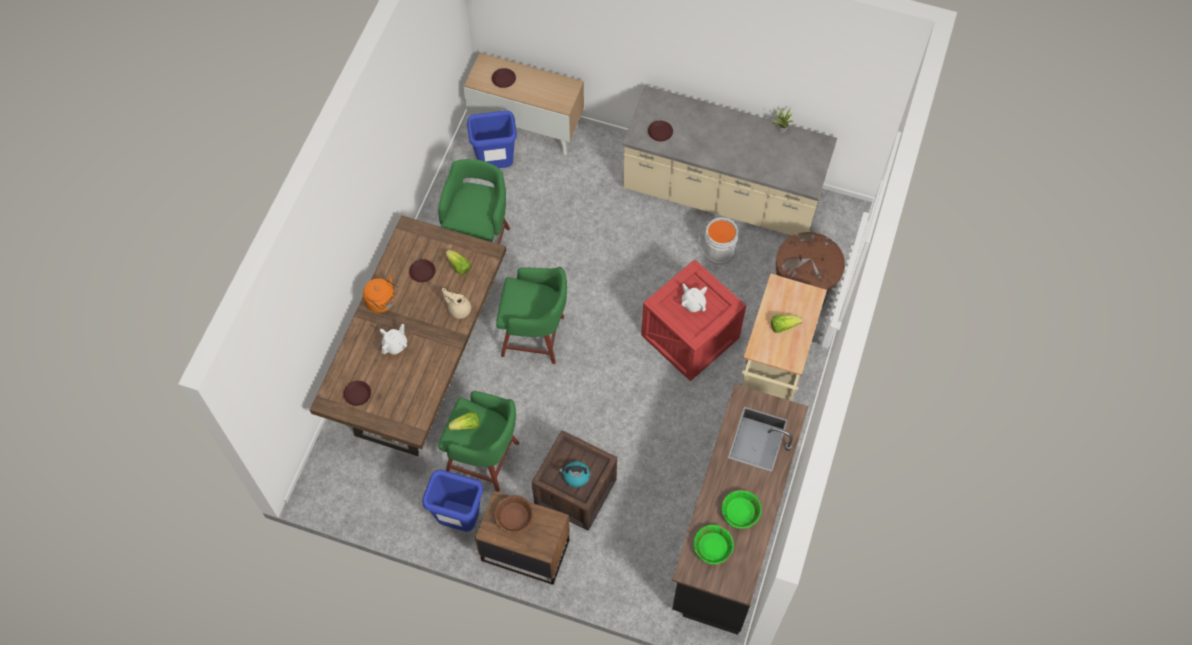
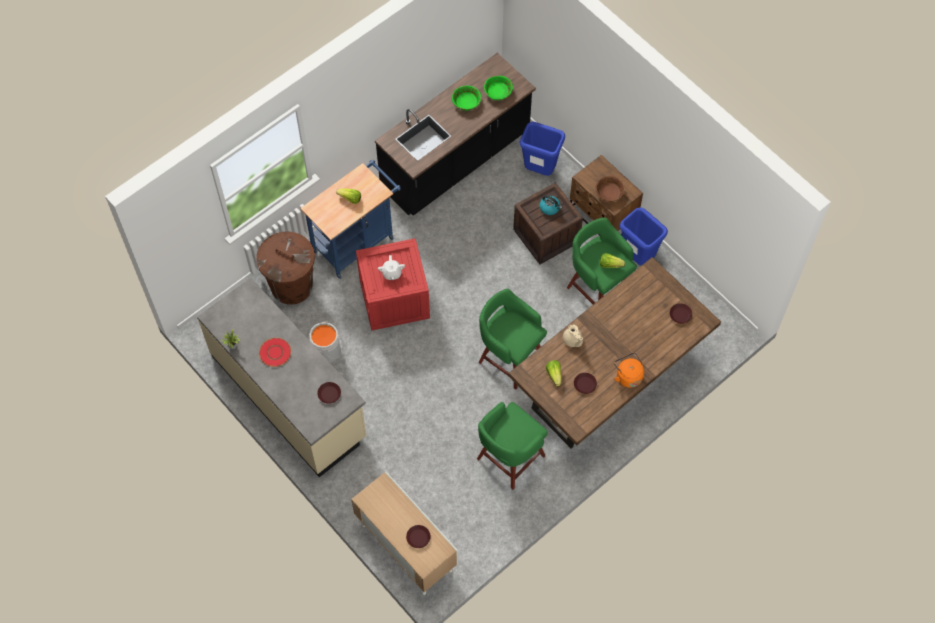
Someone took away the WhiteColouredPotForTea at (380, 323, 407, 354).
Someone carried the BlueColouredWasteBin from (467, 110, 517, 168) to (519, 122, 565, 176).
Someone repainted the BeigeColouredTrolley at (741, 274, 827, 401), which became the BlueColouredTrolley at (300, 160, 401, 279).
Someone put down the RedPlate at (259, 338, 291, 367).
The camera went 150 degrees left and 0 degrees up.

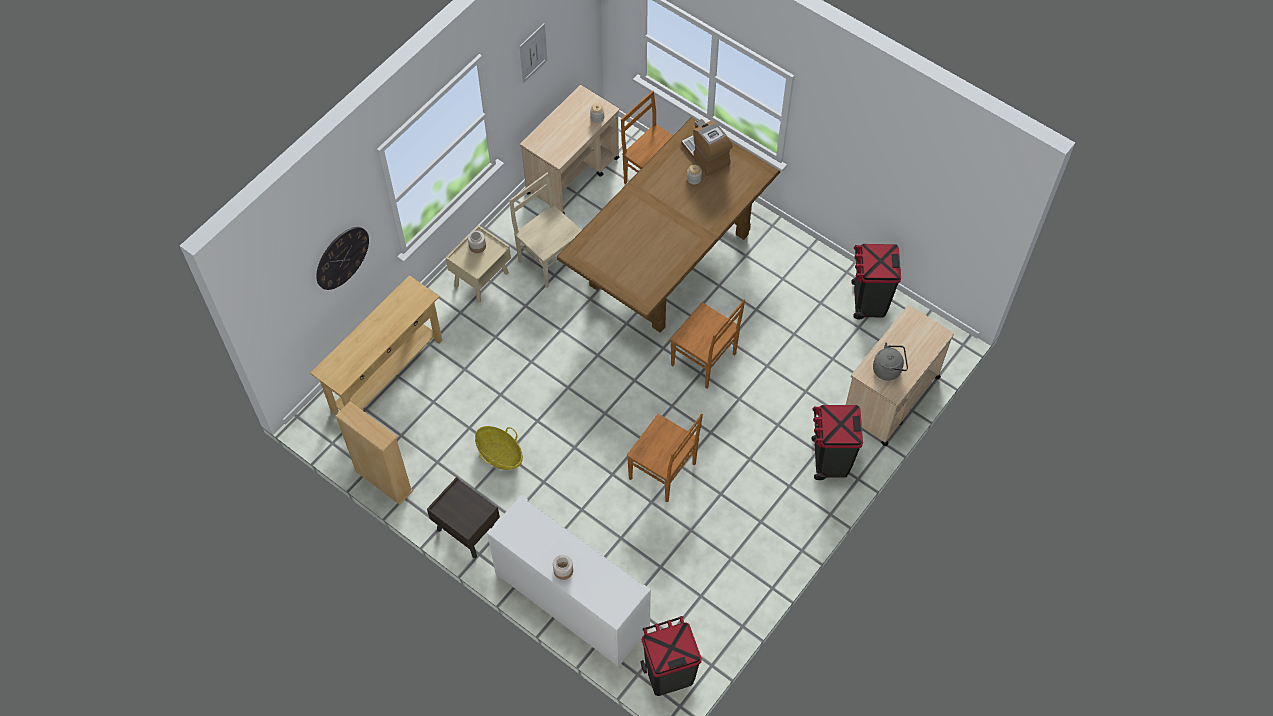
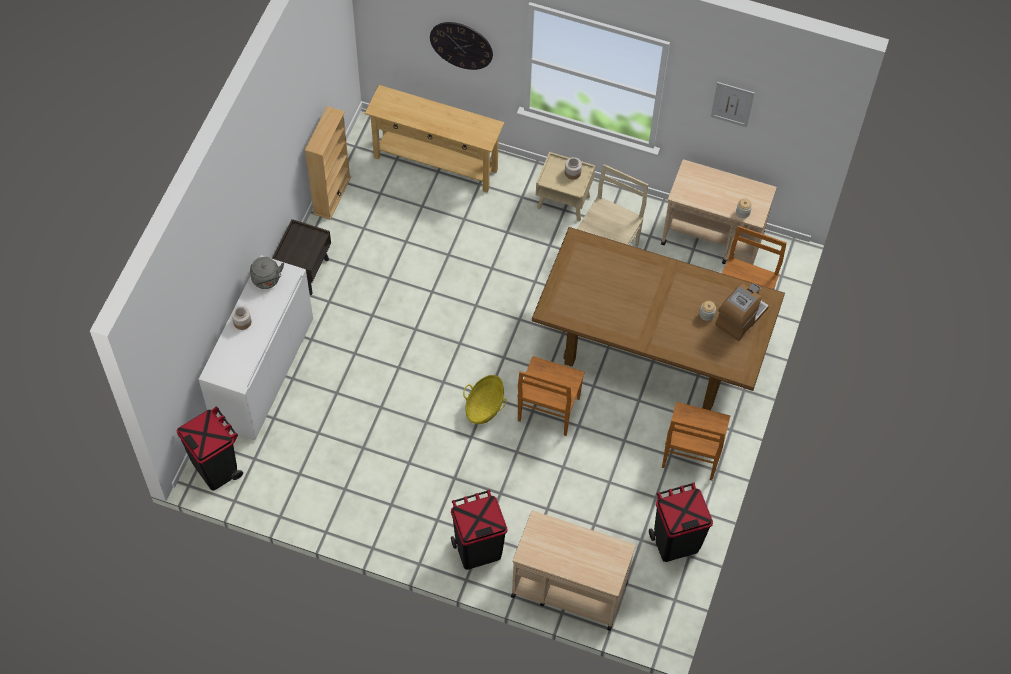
Someone carried the Basket from (475, 426, 523, 470) to (463, 375, 507, 424).
Someone carried the BrownPlainChair from (627, 414, 703, 502) to (662, 402, 730, 481).
Someone carried the GrayWaterKettle from (873, 343, 908, 381) to (250, 257, 284, 289).
The camera went 70 degrees right and 0 degrees up.

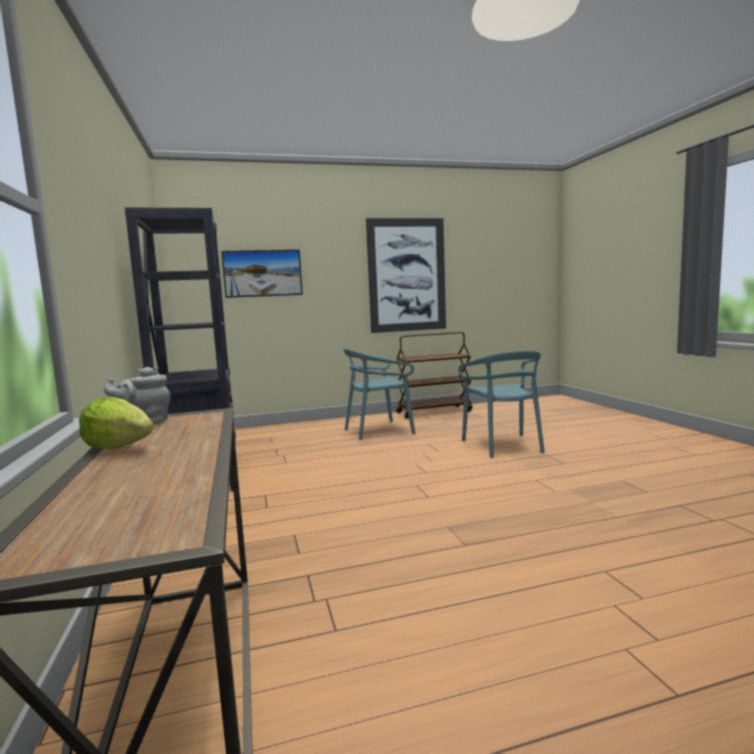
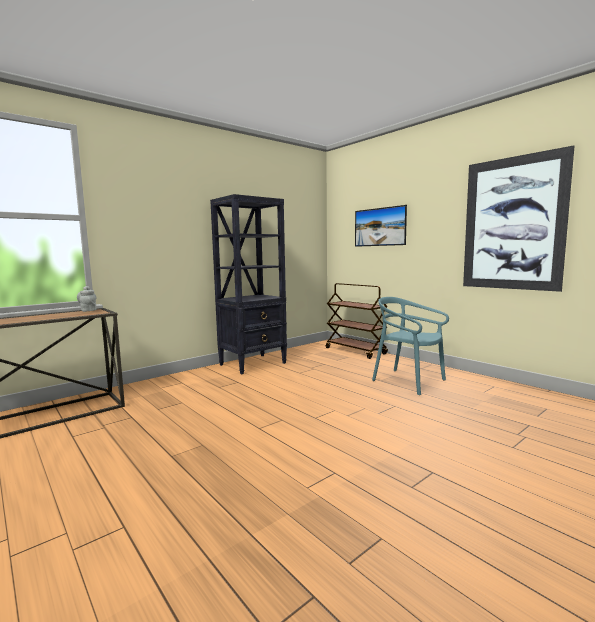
Someone took away the LettuceHead at (79, 397, 154, 449).
Someone carried the BrownTrolley from (396, 332, 472, 419) to (326, 283, 388, 359).
Someone took away the TurquoisePlainChair at (458, 351, 545, 458).
The camera went 65 degrees right and 0 degrees up.

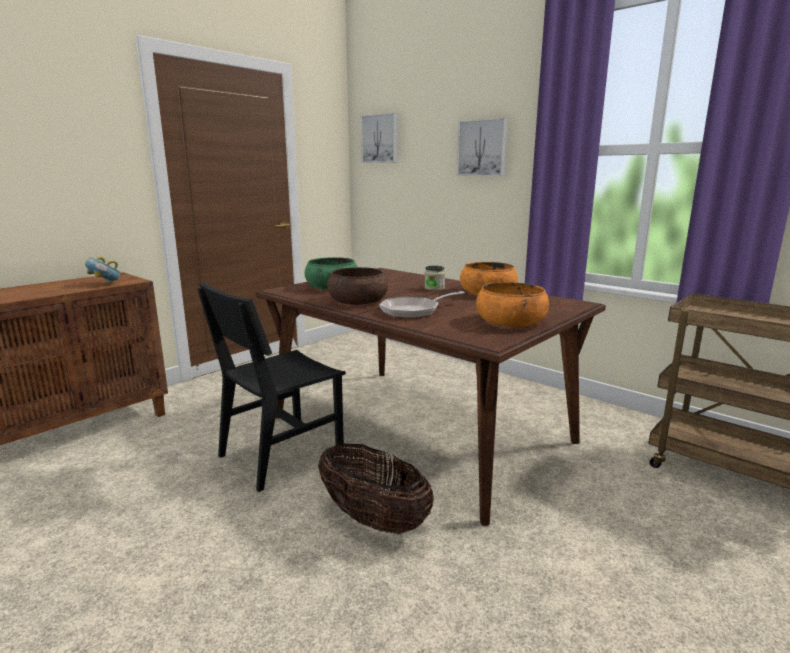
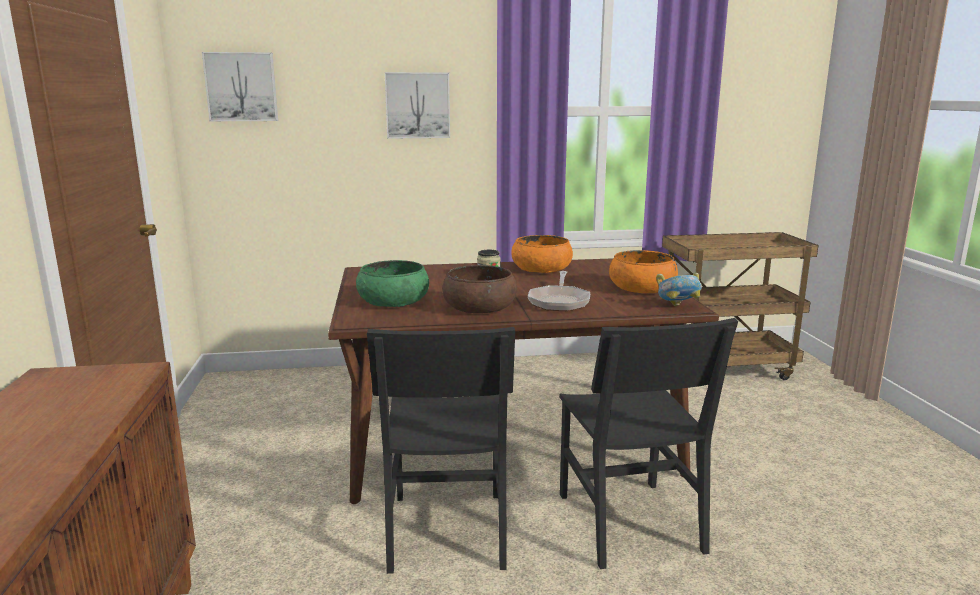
Someone carried the Bowl from (85, 256, 121, 284) to (656, 273, 702, 306).
Someone swapped the Basket at (318, 444, 434, 534) for the BlackColouredPlainChair at (559, 318, 738, 569).
The camera went 50 degrees left and 0 degrees up.

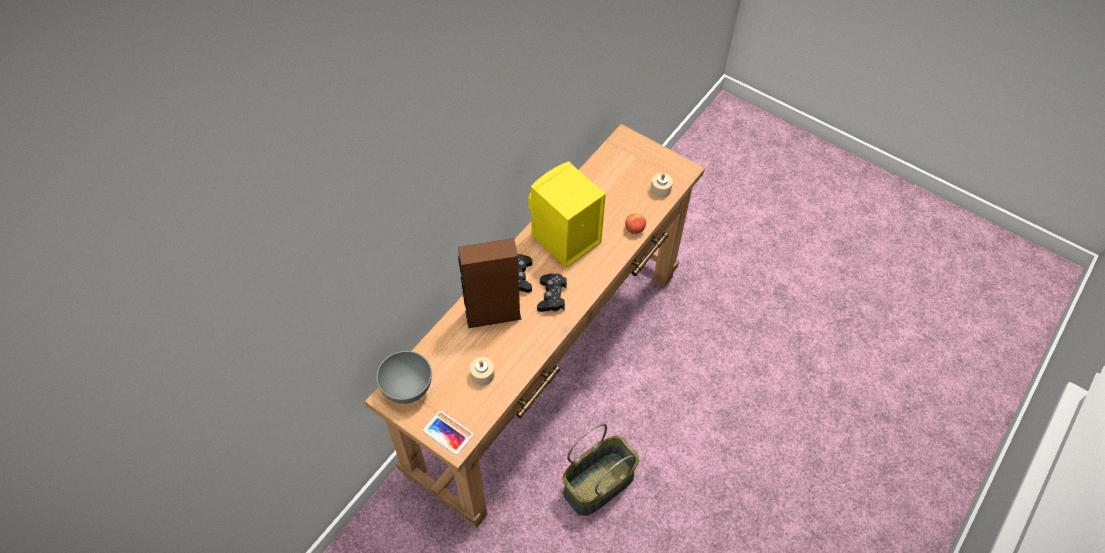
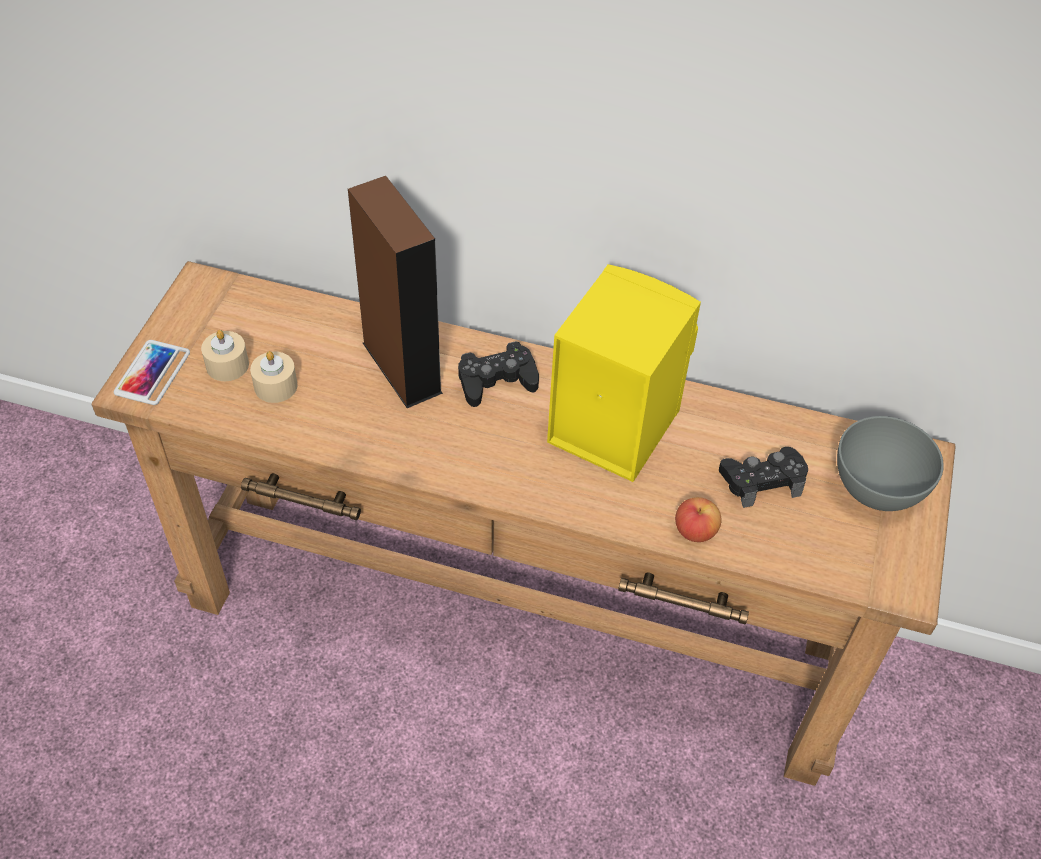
Someone carried the GrayBowl from (376, 351, 432, 404) to (837, 416, 944, 511).
Someone carried the BlackColouredGameController from (537, 273, 567, 312) to (719, 447, 808, 508).
Someone took away the Basket at (562, 423, 639, 516).
Someone carried the BeigeColouredWaxLight from (650, 173, 673, 198) to (201, 330, 249, 381).
The camera went 70 degrees right and 5 degrees down.

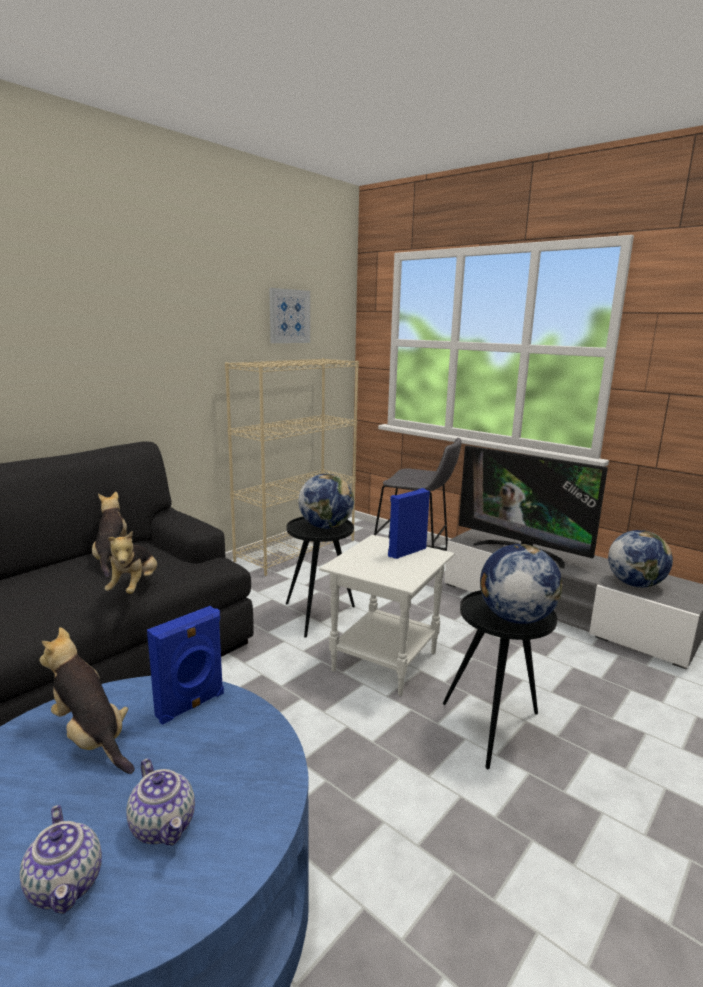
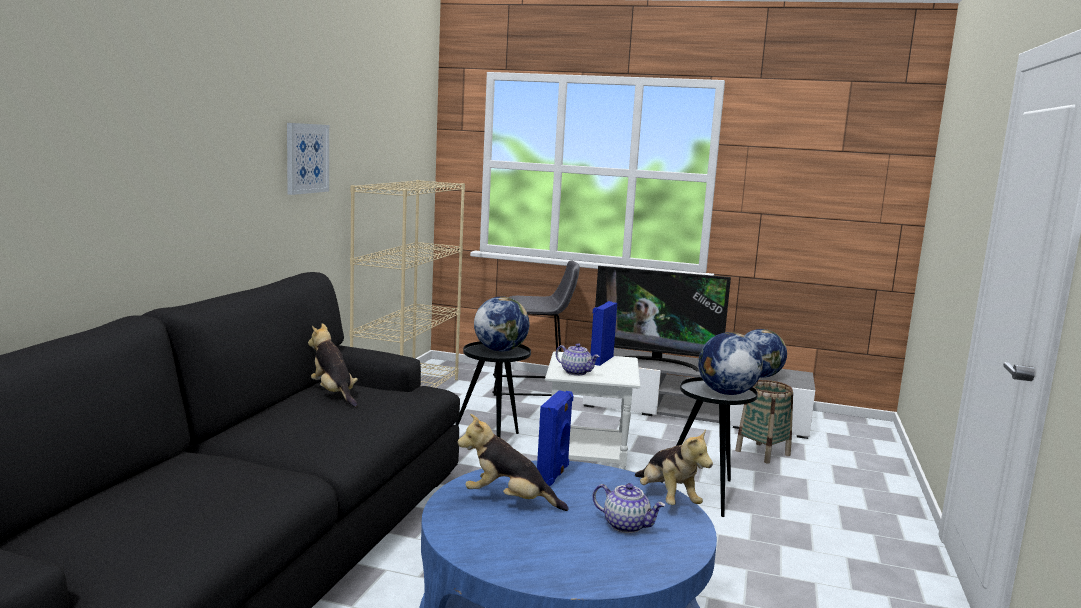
Someone carried the PotForTea from (20, 805, 102, 914) to (556, 343, 600, 376).
Someone carried the PlushToy from (105, 531, 157, 594) to (635, 429, 713, 505).
Someone carried the WallPicture from (269, 288, 310, 343) to (287, 123, 329, 195).
Someone put down the Basket at (735, 380, 793, 464).
The camera went 25 degrees left and 5 degrees down.

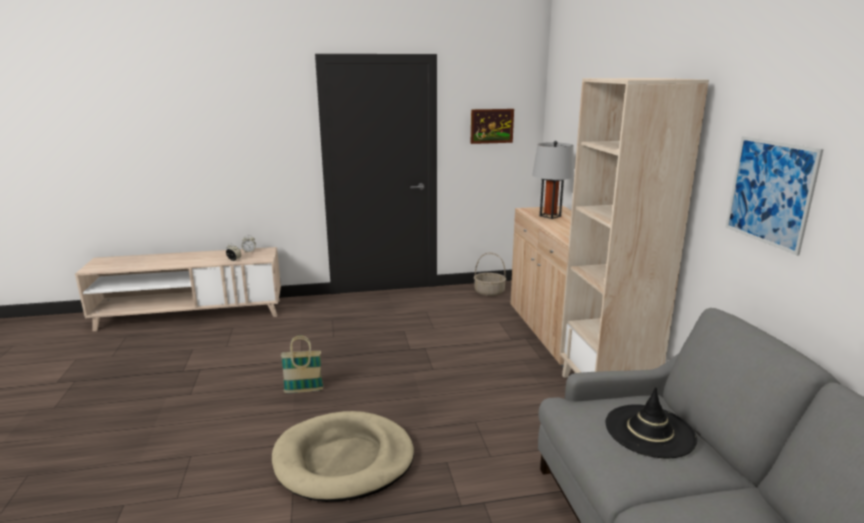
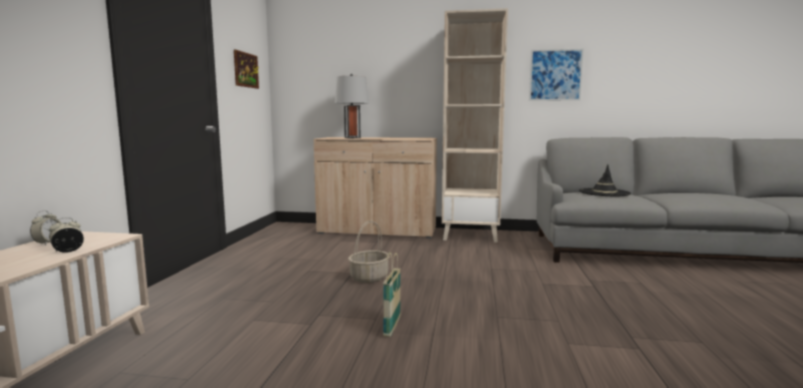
Someone took away the BeigeColouredDogBed at (272, 411, 414, 502).
Someone carried the Basket from (474, 252, 506, 296) to (348, 221, 390, 283).
The camera went 70 degrees left and 10 degrees down.

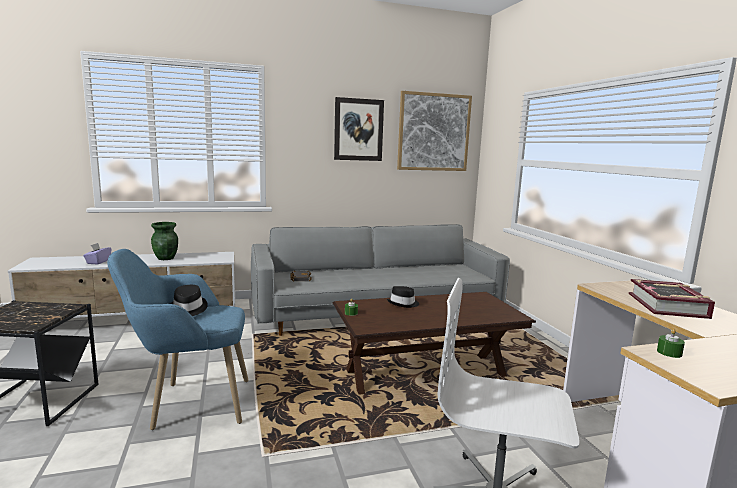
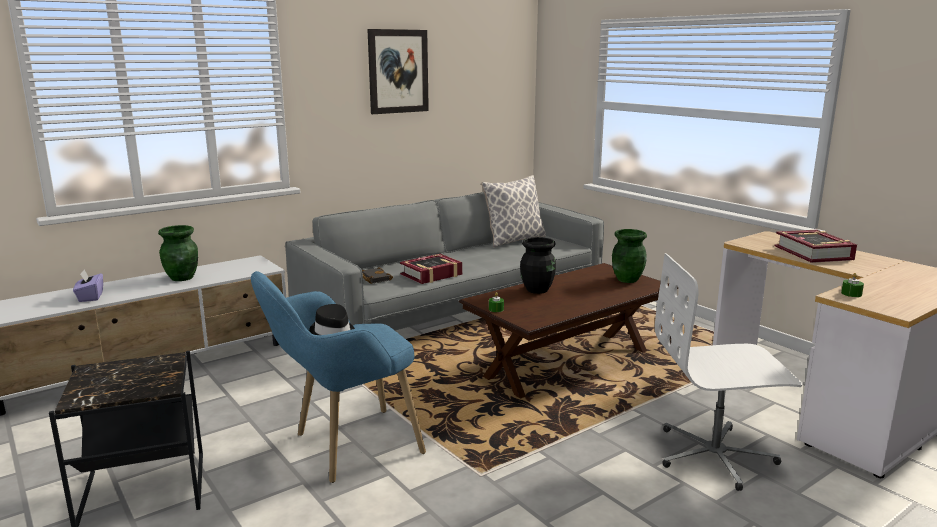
Someone swapped the BlackColouredClothingHat at (387, 286, 419, 308) for the BlackColouredVase at (520, 237, 556, 294).
Someone took away the WallPicture at (397, 91, 472, 171).
Someone put down the Volume at (400, 254, 462, 284).
Someone put down the Pillow at (481, 175, 546, 247).
Someone put down the GreenColouredVase at (612, 229, 647, 283).
The camera went 20 degrees left and 5 degrees up.

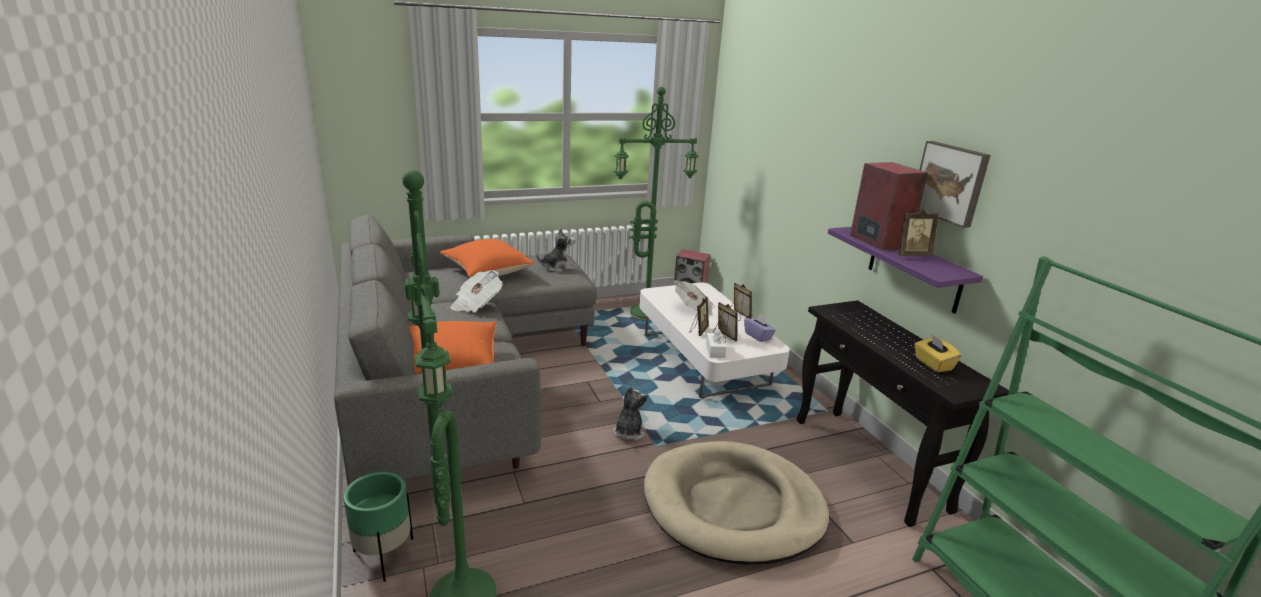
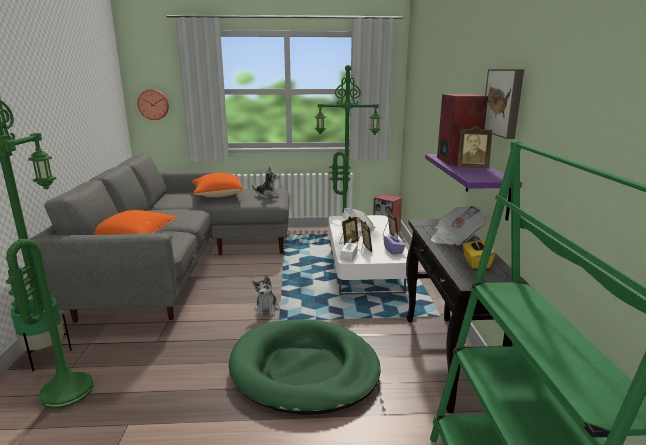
Someone carried the PrintedPaper from (450, 270, 503, 312) to (431, 206, 487, 245).
Someone rotated the PlushToy at (613, 386, 649, 441) by 150 degrees clockwise.
Someone repainted the BeigeColouredDogBed at (644, 441, 829, 565), which became the GreenColouredDogBed at (229, 319, 381, 415).
Someone put up the ClockOnTheWall at (137, 89, 169, 120).
The camera went 20 degrees right and 5 degrees down.

